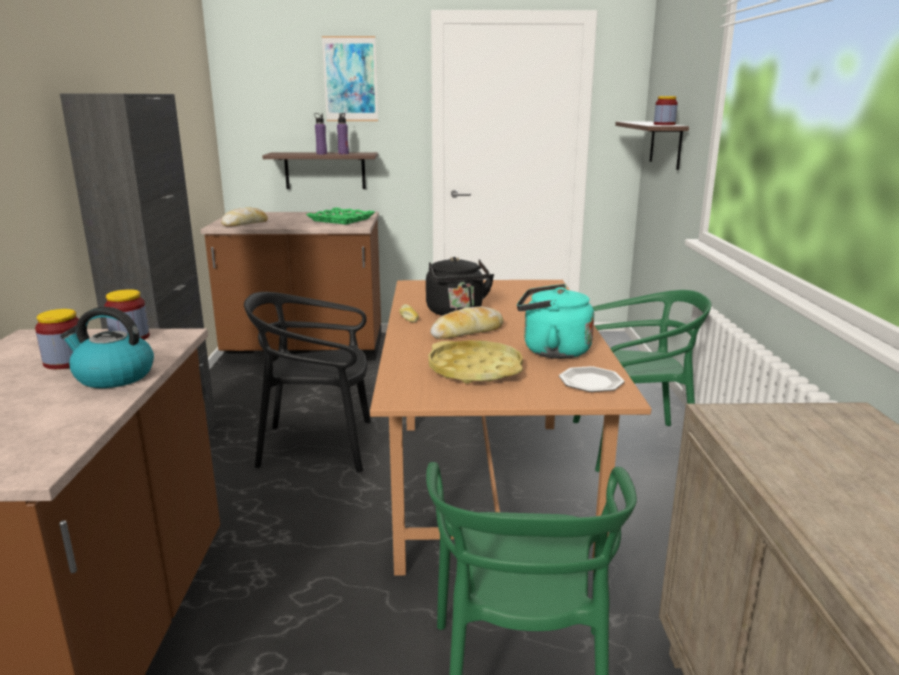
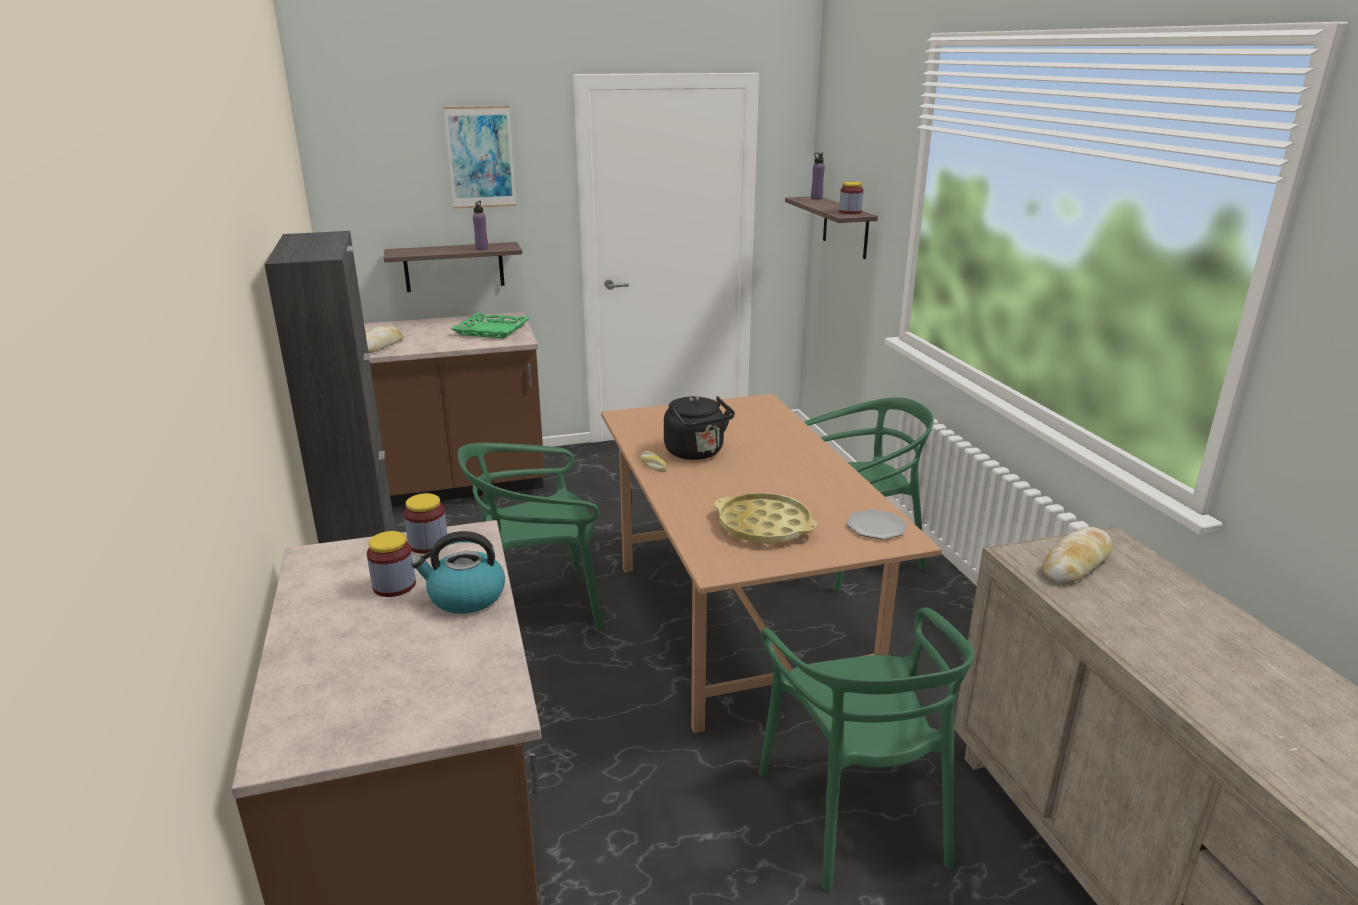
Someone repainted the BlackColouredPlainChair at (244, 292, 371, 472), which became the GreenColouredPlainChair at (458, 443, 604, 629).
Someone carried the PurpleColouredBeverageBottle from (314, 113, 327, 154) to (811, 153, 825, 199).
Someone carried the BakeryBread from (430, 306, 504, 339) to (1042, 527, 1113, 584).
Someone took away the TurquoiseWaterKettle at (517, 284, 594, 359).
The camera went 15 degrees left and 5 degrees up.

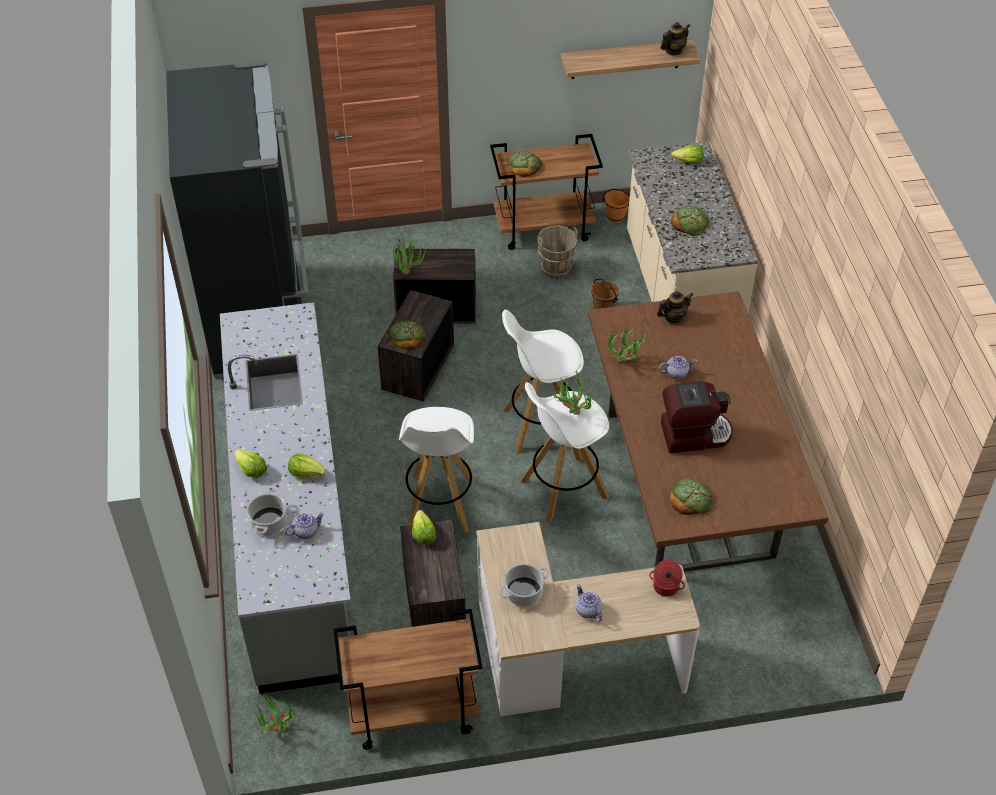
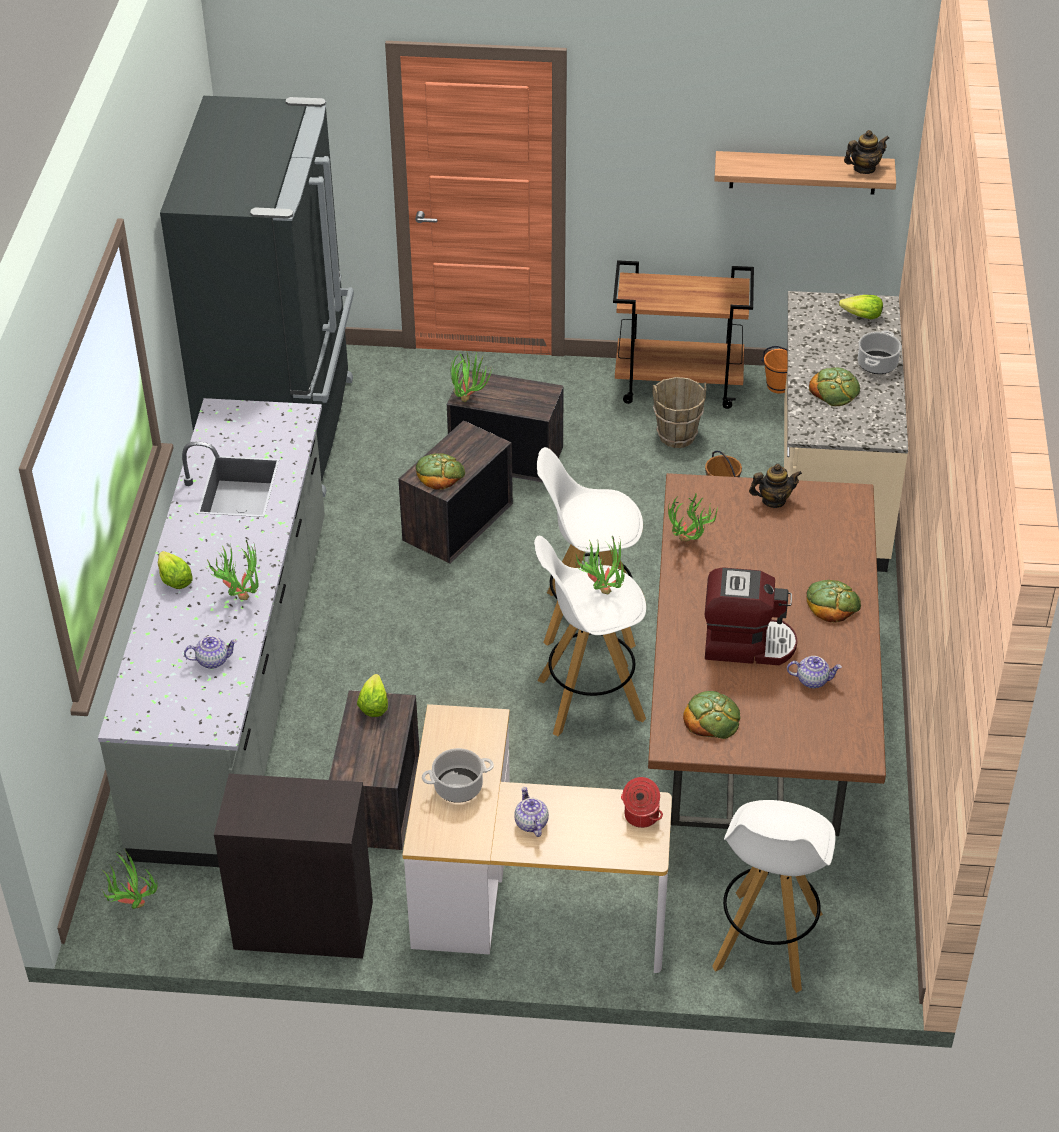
Someone carried the CookingPot from (247, 489, 287, 535) to (858, 330, 902, 374).
Someone swapped the LettuceHead at (288, 453, 327, 478) for the PottedPlant at (206, 540, 259, 600).
Someone swapped the BrownTrolley at (334, 609, 482, 750) for the BlackColouredCabinet at (214, 774, 373, 959).
Someone carried the WhiteColouredSittingStool from (399, 407, 474, 533) to (712, 800, 835, 993).
Someone carried the BakeryBread from (507, 151, 542, 177) to (807, 580, 861, 623).
Someone carried the PotForTea from (659, 356, 697, 379) to (787, 656, 842, 688).
The camera went 15 degrees right and 5 degrees down.

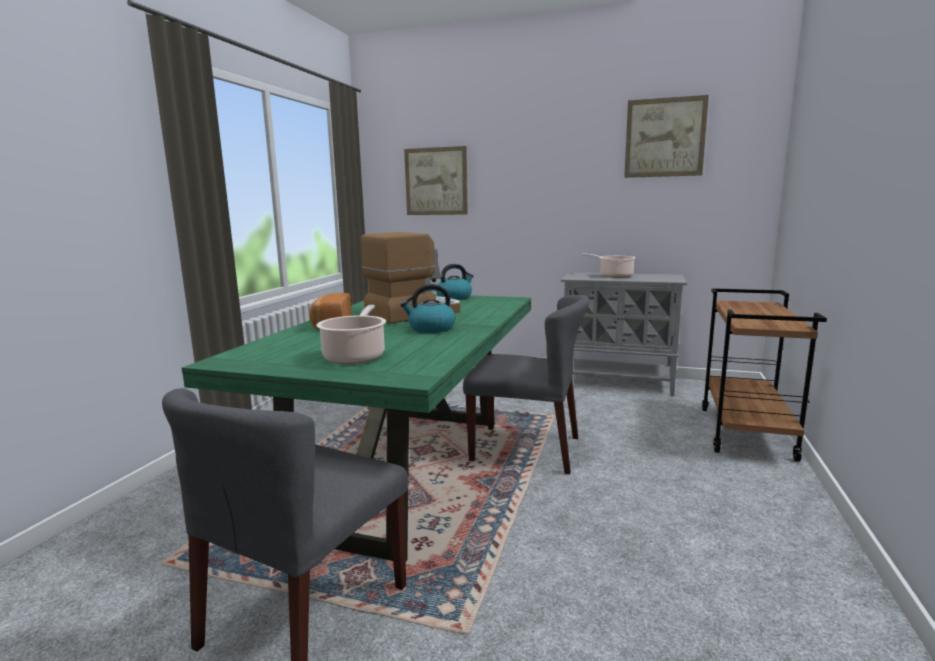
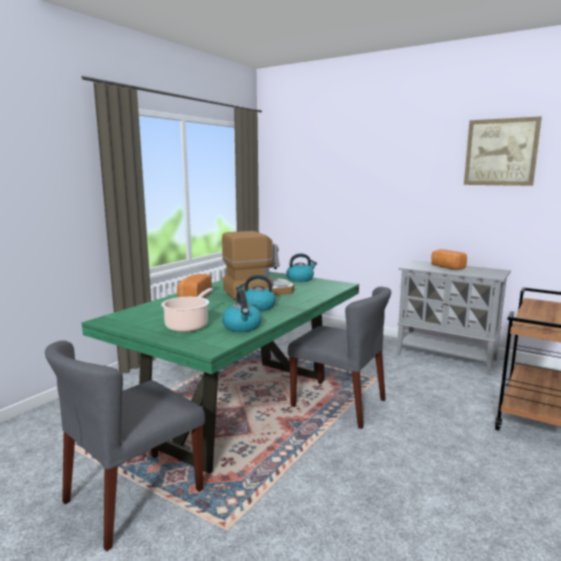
Someone took away the WallPicture at (404, 146, 468, 215).
Someone swapped the CookingPot at (582, 253, 636, 278) for the BakeryBread at (431, 249, 467, 270).
Someone put down the WaterKettle at (222, 290, 262, 332).
The camera went 15 degrees right and 0 degrees up.

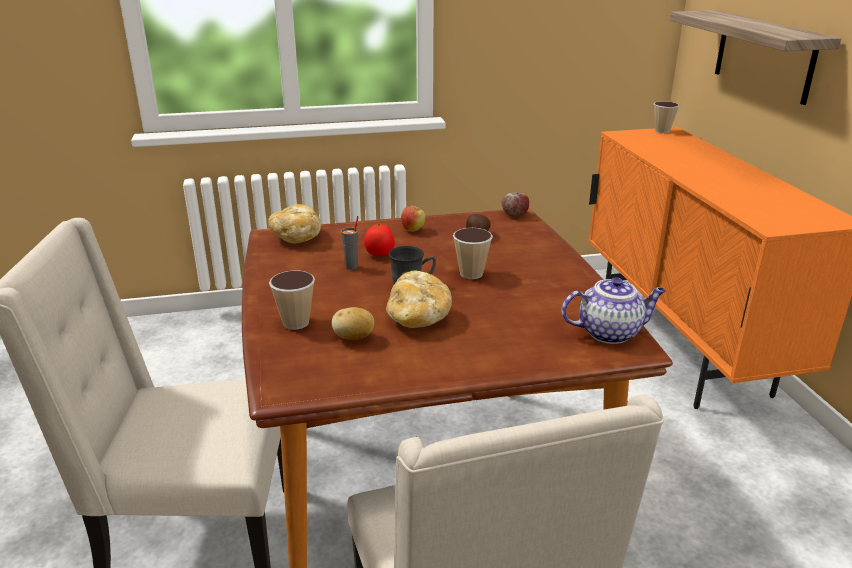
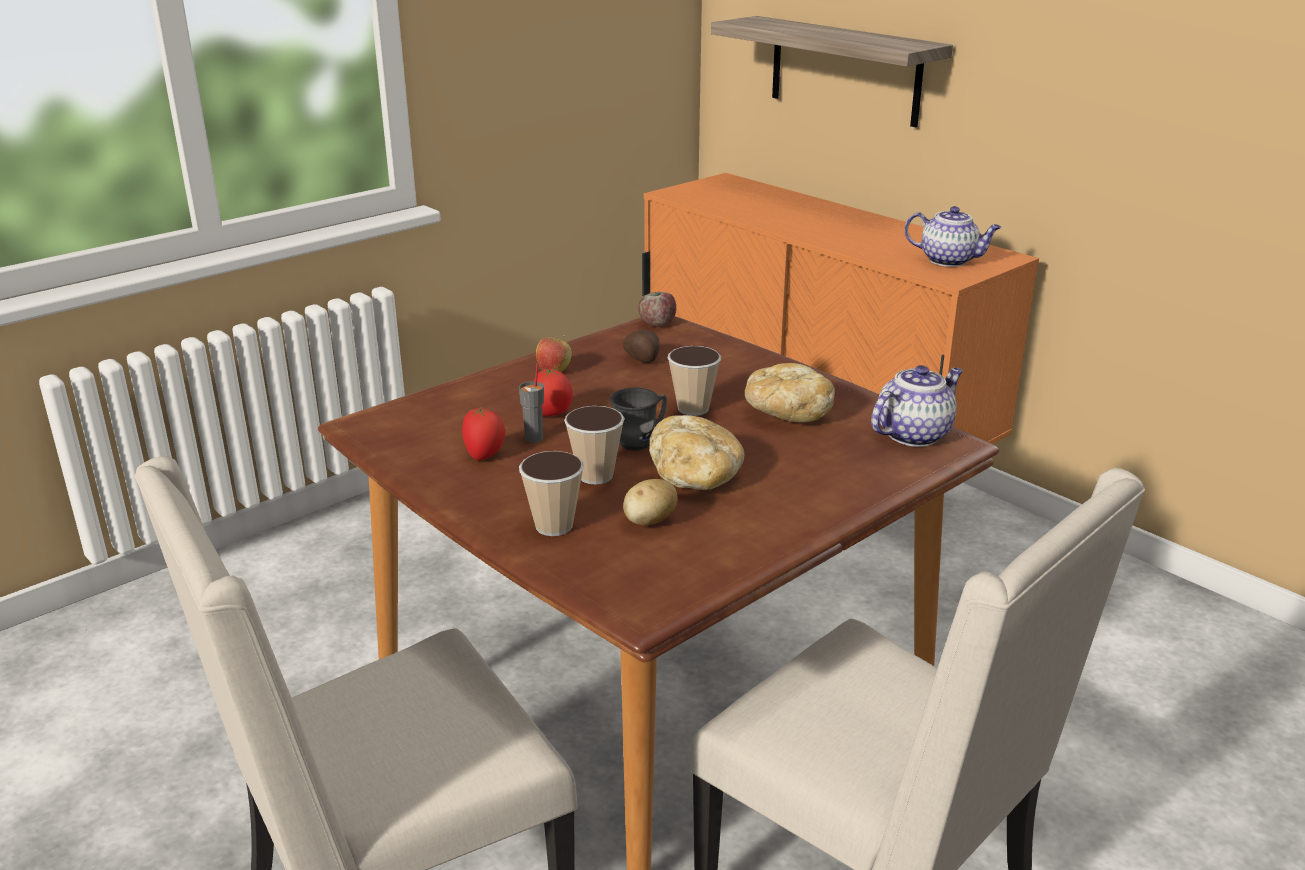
Someone carried the BakeryBread from (268, 204, 322, 243) to (745, 363, 835, 423).
Someone carried the DrinkingCup from (654, 101, 679, 133) to (564, 406, 625, 484).
Someone put down the Tomato at (462, 407, 505, 460).
Someone put down the PotForTea at (905, 206, 1002, 267).
The camera went 30 degrees left and 0 degrees up.

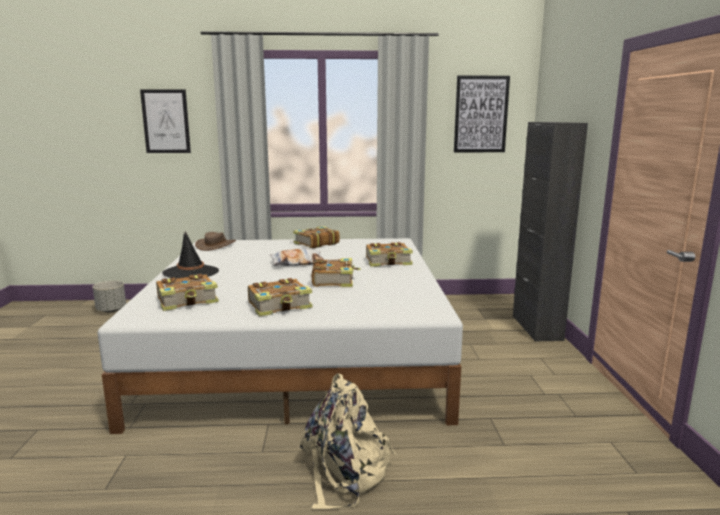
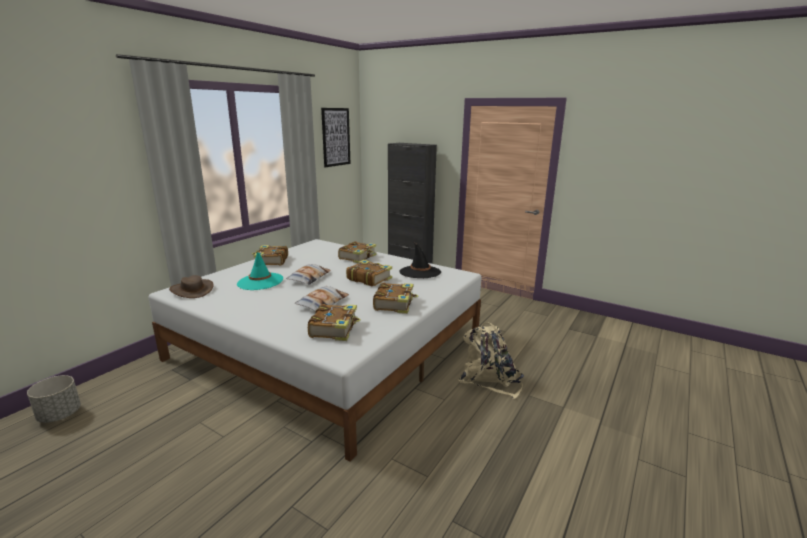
Someone took away the WallPicture at (140, 89, 191, 153).
Someone carried the BlackColouredClothingHat from (162, 231, 219, 279) to (399, 242, 441, 278).
Someone put down the TurquoiseClothingHat at (237, 253, 283, 290).
Someone put down the Pillow at (294, 286, 349, 311).
The camera went 55 degrees left and 5 degrees up.

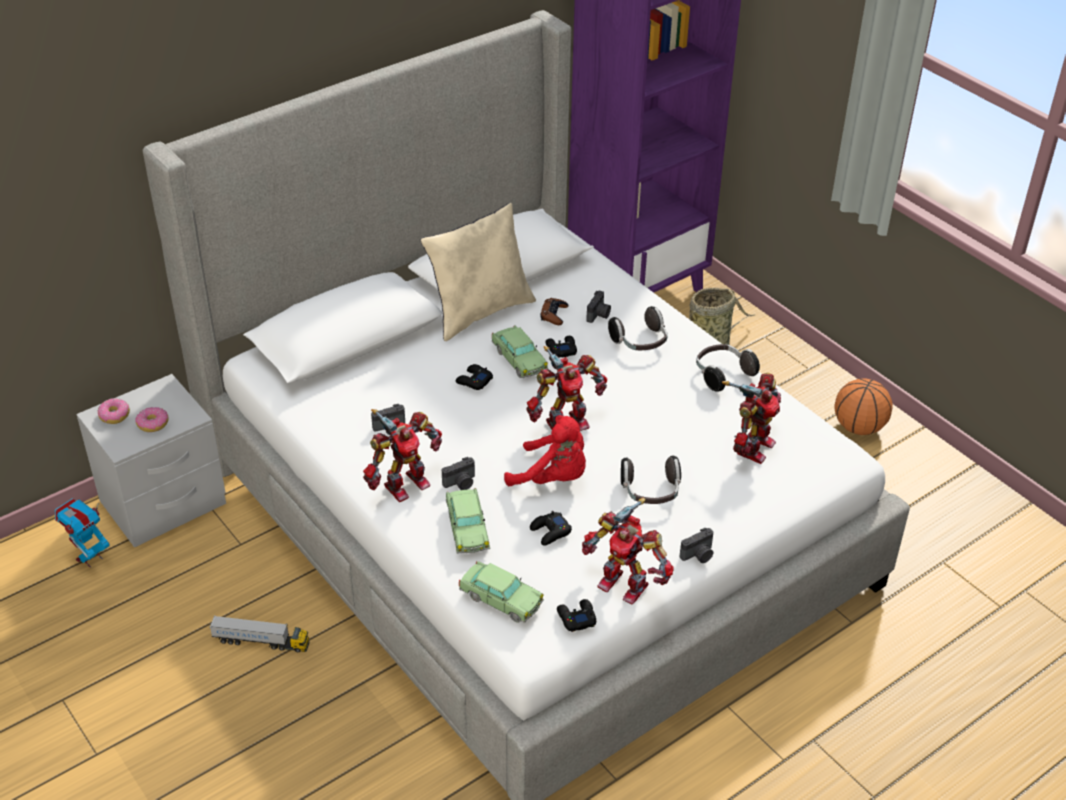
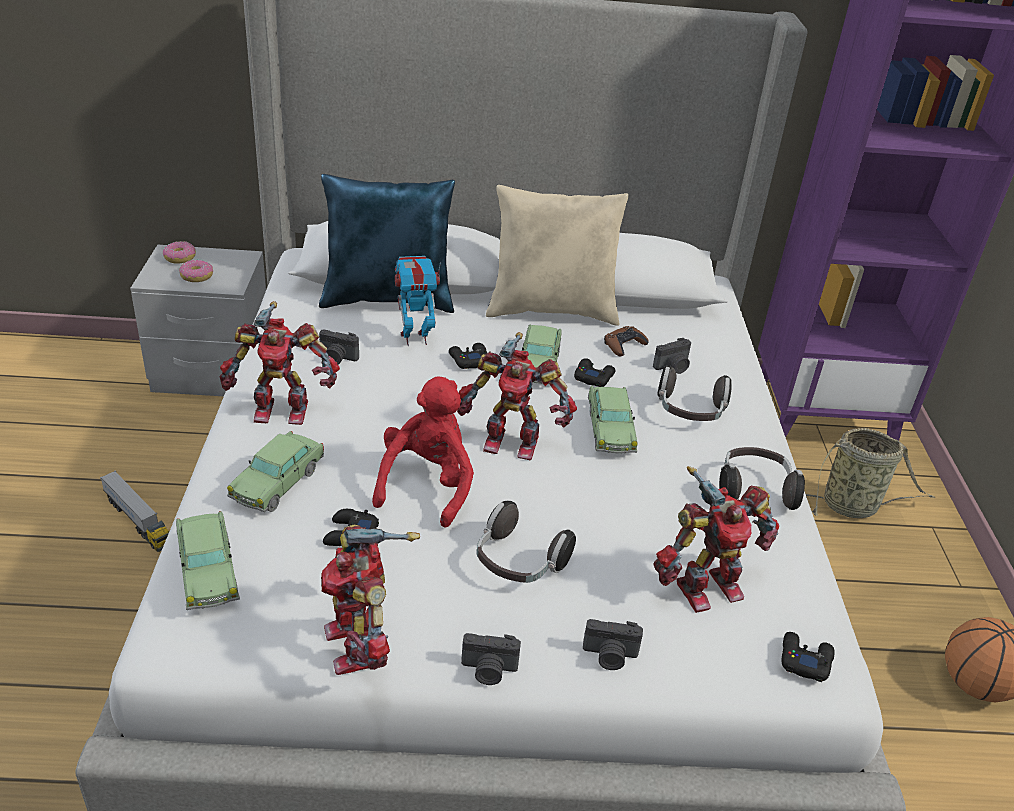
Someone carried the ModelRobot from (55, 498, 110, 568) to (395, 256, 441, 346).
Someone carried the PhotoCamera from (442, 457, 475, 490) to (583, 619, 643, 670).
Someone rotated the RedPlushToy at (504, 415, 586, 486) by 135 degrees counterclockwise.
Someone carried the BlackColouredGameController from (557, 599, 596, 632) to (781, 632, 834, 682).
Someone put down the BlueColouredPillow at (319, 174, 455, 313).
Someone put down the ToyCar at (588, 386, 638, 453).
The camera went 35 degrees right and 5 degrees down.

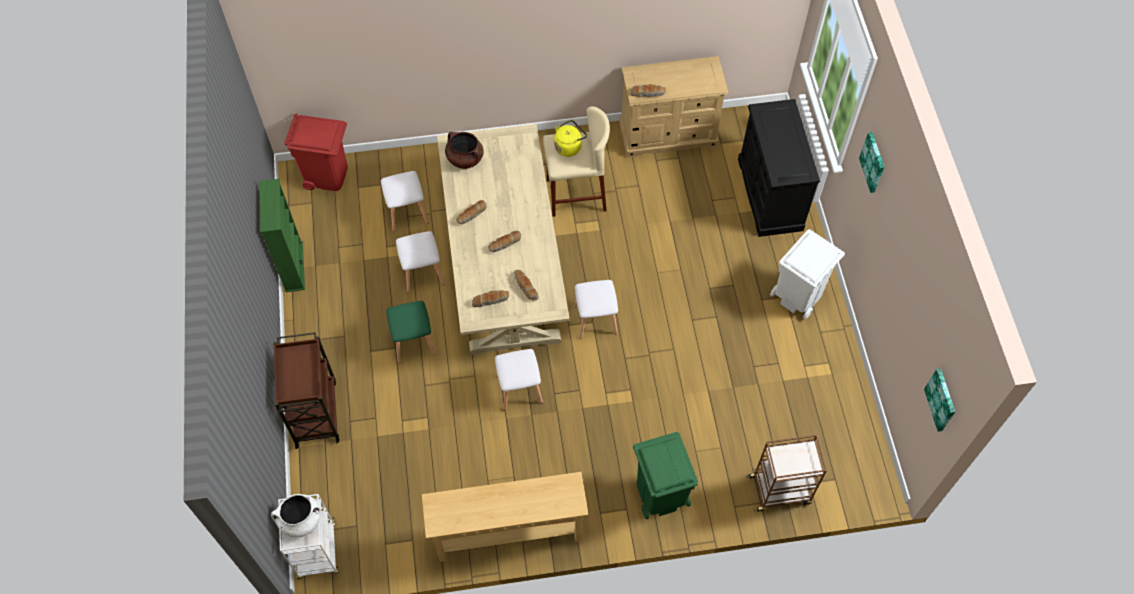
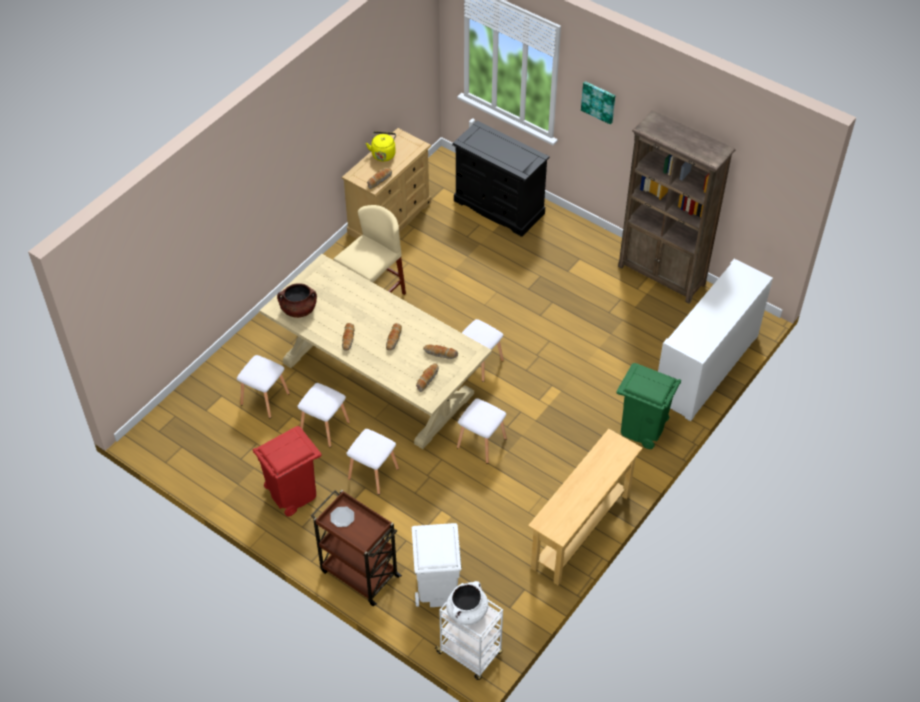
Someone took away the GreenColouredShelvingUnit at (259, 179, 305, 292).
Someone carried the RedWasteBin from (285, 114, 348, 191) to (253, 426, 321, 516).
Someone repainted the GreenColouredSittingStool at (386, 301, 436, 363), which became the WhiteColouredSittingStool at (346, 429, 399, 495).
Someone carried the YellowishWaterKettle from (554, 120, 587, 157) to (366, 131, 396, 162).
Someone swapped the BrownTrolley at (746, 435, 827, 512) for the WhiteColouredCabinet at (658, 259, 773, 421).
Someone carried the WhiteColouredWasteBin from (770, 229, 845, 319) to (412, 523, 461, 607).
Someone took away the WallPicture at (924, 369, 955, 432).
Someone put down the Plate at (331, 507, 354, 527).
Someone put down the BrownShelvingUnit at (618, 110, 736, 303).
The camera went 45 degrees left and 10 degrees down.

